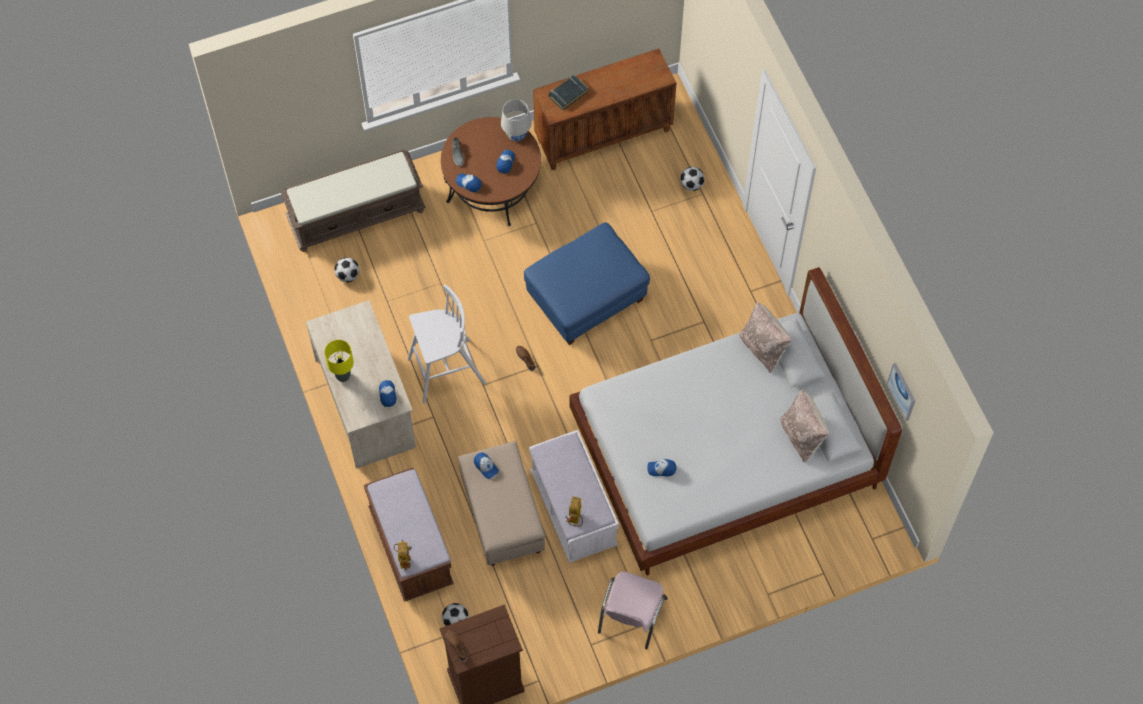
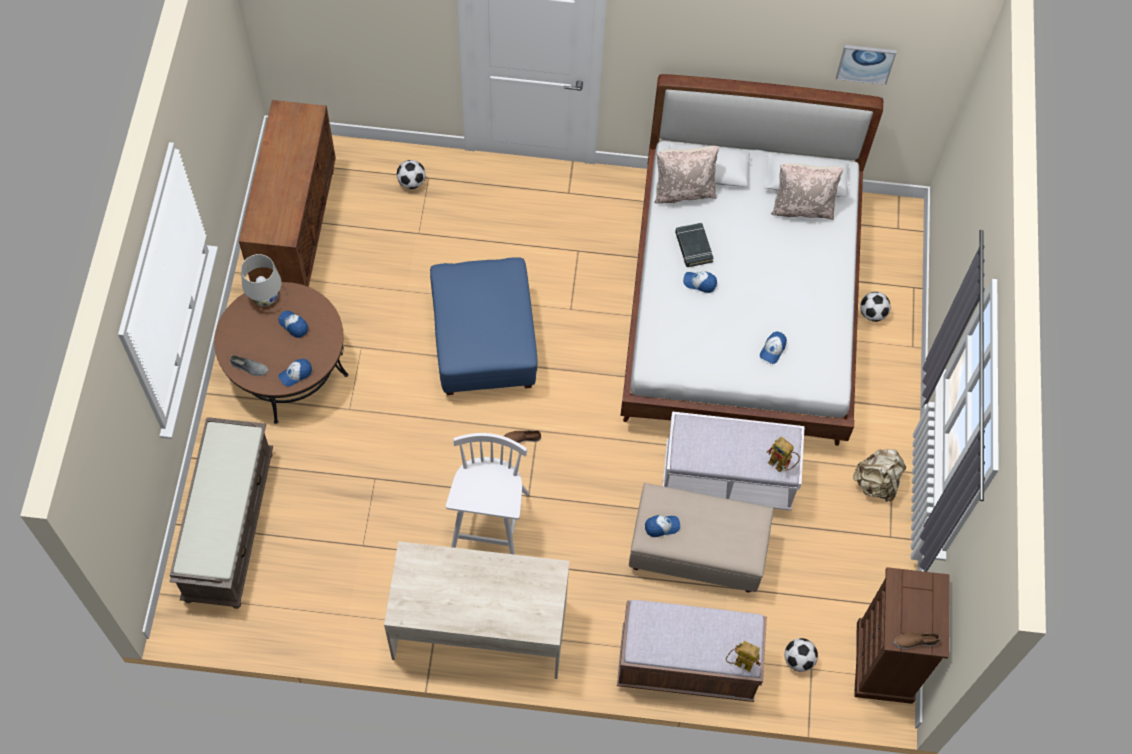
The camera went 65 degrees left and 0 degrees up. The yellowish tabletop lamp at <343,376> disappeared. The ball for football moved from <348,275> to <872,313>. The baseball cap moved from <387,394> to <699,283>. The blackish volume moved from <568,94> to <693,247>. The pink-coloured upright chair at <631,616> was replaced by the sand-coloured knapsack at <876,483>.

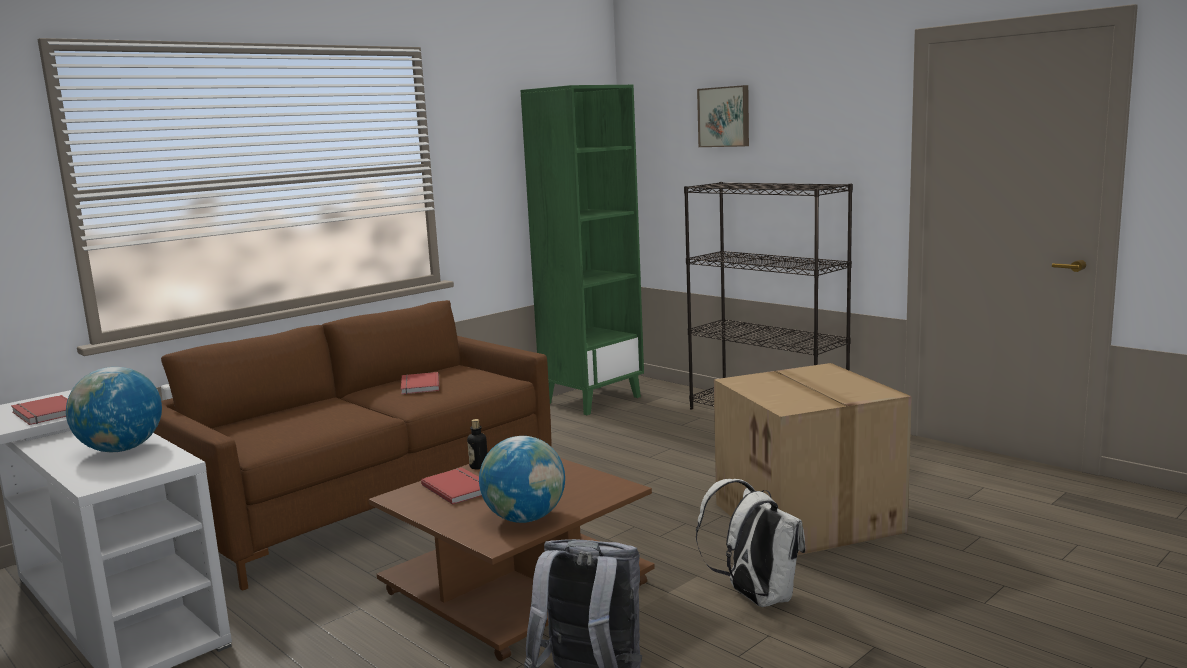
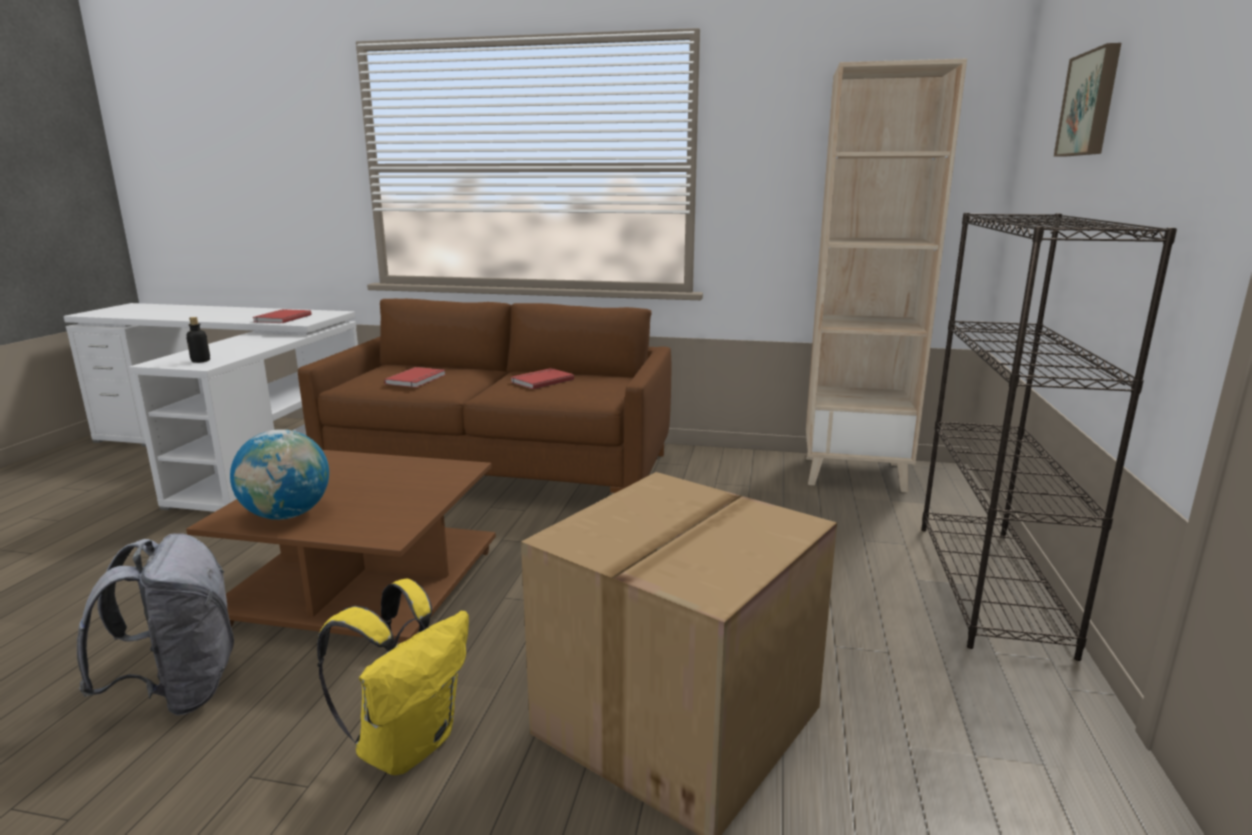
The camera went 55 degrees right and 5 degrees up. The globe at <121,449> disappeared. The reddish volume moved from <459,488> to <417,379>. The bottle moved from <479,466> to <201,361>. The green-coloured bookcase at <592,400> became the sand-coloured bookcase at <855,473>. The white knapsack at <755,597> became the yellowish knapsack at <407,744>.

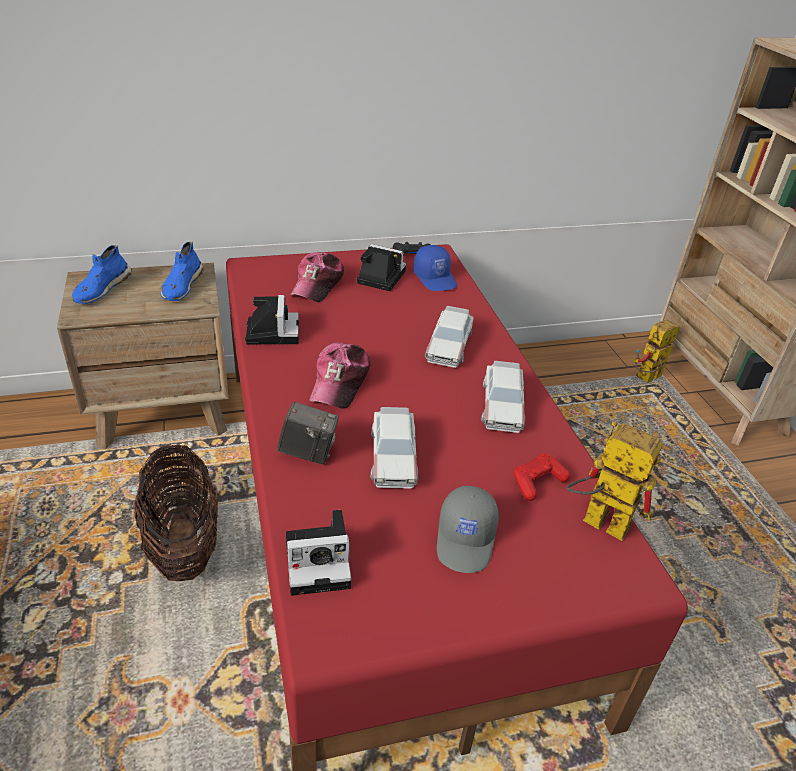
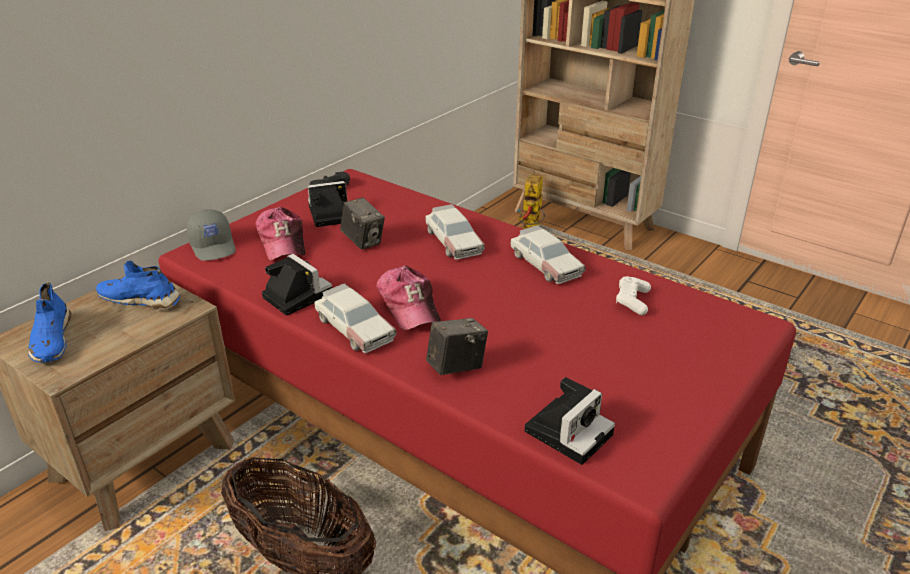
The camera went 35 degrees left and 5 degrees down. The blue-coloured baseball cap at <435,278> disappeared. The model robot at <595,520> disappeared. The still camera at <363,241> appeared. The toy car moved from <393,455> to <354,328>. The greyish baseball cap moved from <466,540> to <214,246>. The reddish joypad at <537,482> became the white joypad at <632,301>. The blue-coloured low shoe at <182,286> turned 135 degrees clockwise.

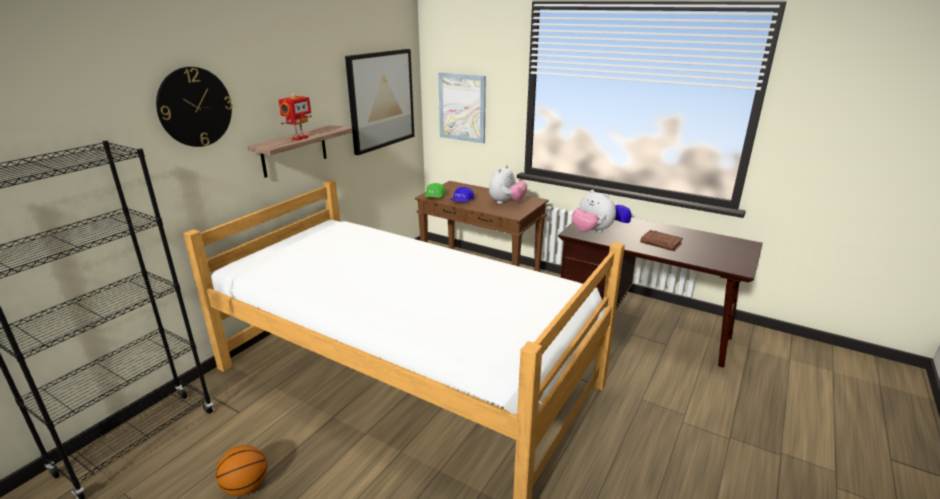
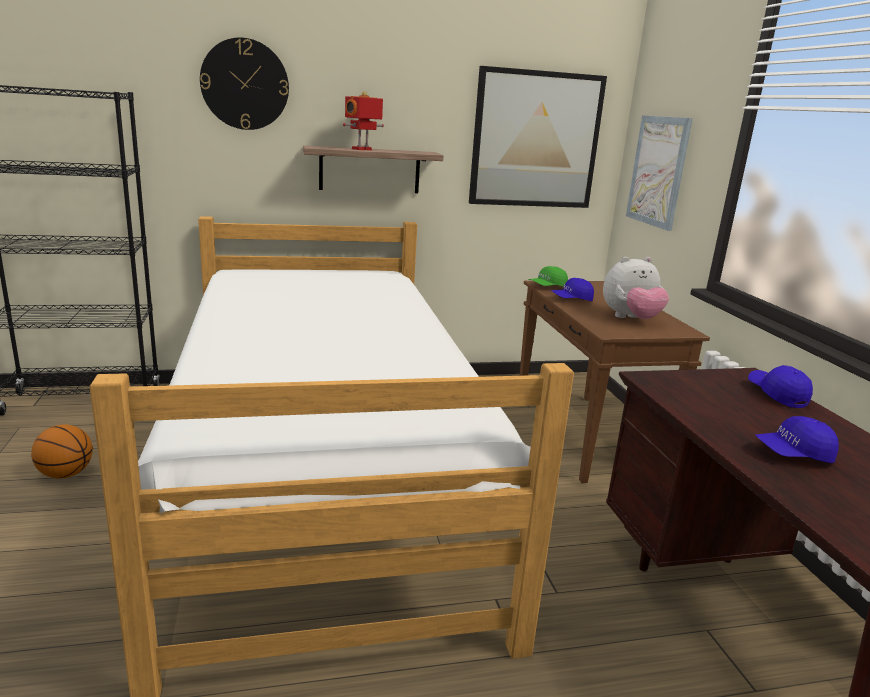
The camera went 45 degrees right and 5 degrees down. The cuddly toy at <591,232> disappeared. The brown volume at <661,243> was replaced by the blue-coloured baseball cap at <793,454>. The model robot at <299,138> turned 150 degrees clockwise.

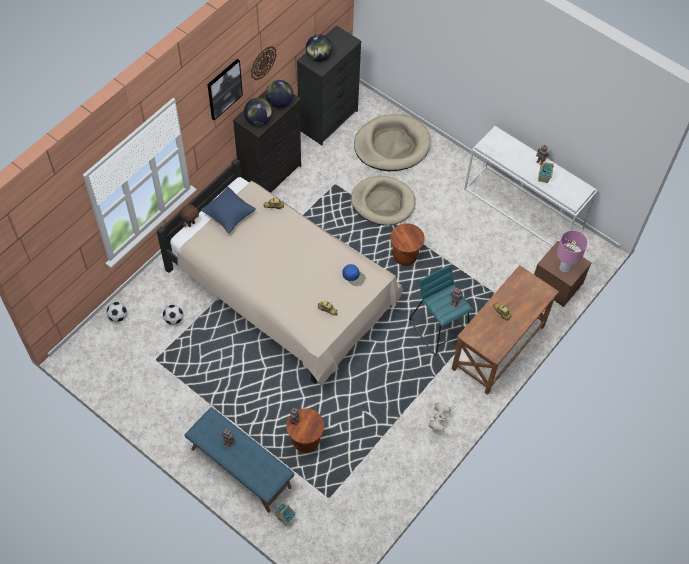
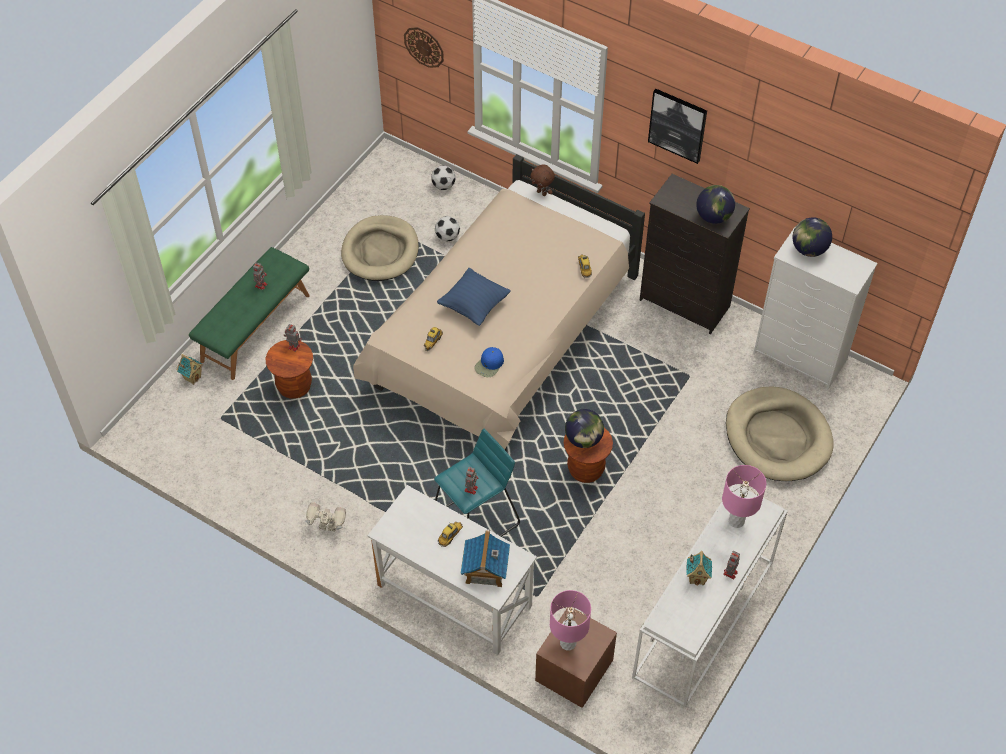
The camera went 85 degrees right and 5 degrees down. The model house at <485,570> appeared. The pink-coloured tabletop lamp at <736,521> appeared. The blue-coloured cushion moved from <229,215> to <474,306>. The globe moved from <258,120> to <583,439>. The clock on the wall moved from <263,62> to <424,47>. The sand-coloured pet bed moved from <383,202> to <380,251>. The blue-coloured bench at <240,468> became the green-coloured bench at <255,327>. The blackish chest of drawers at <328,120> became the white chest of drawers at <801,357>. The brown desk at <498,347> became the white desk at <454,596>.

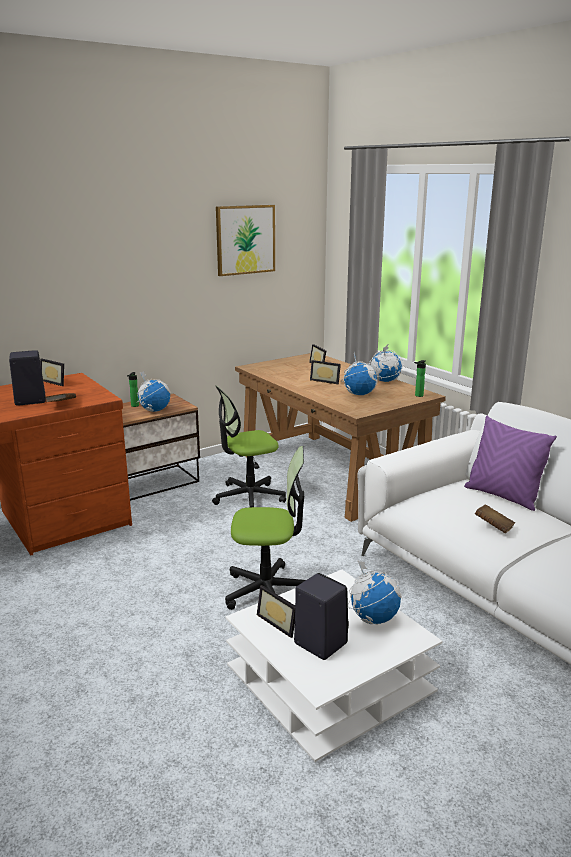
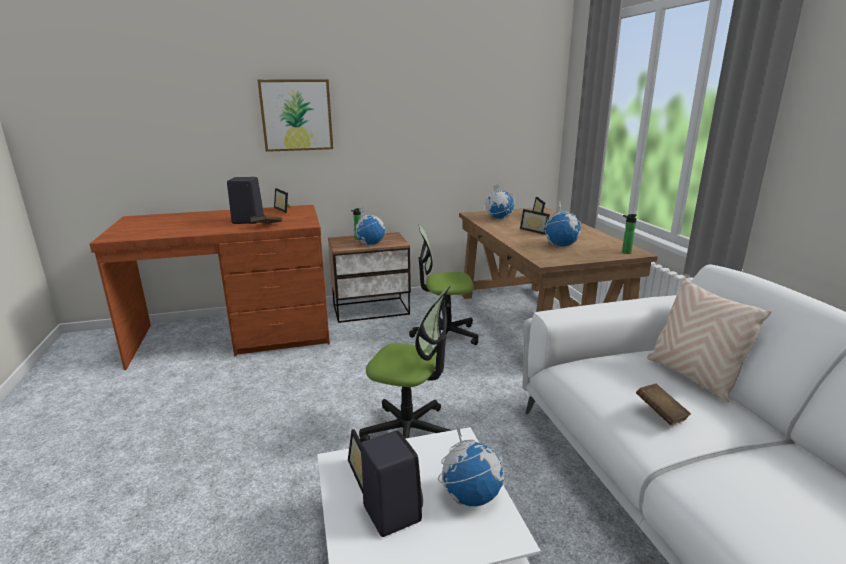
The camera went 20 degrees right and 0 degrees up. The wall picture moved from <245,240> to <296,115>. The globe moved from <384,381> to <498,218>. The purplish cushion at <503,496> became the sand-coloured cushion at <692,377>.

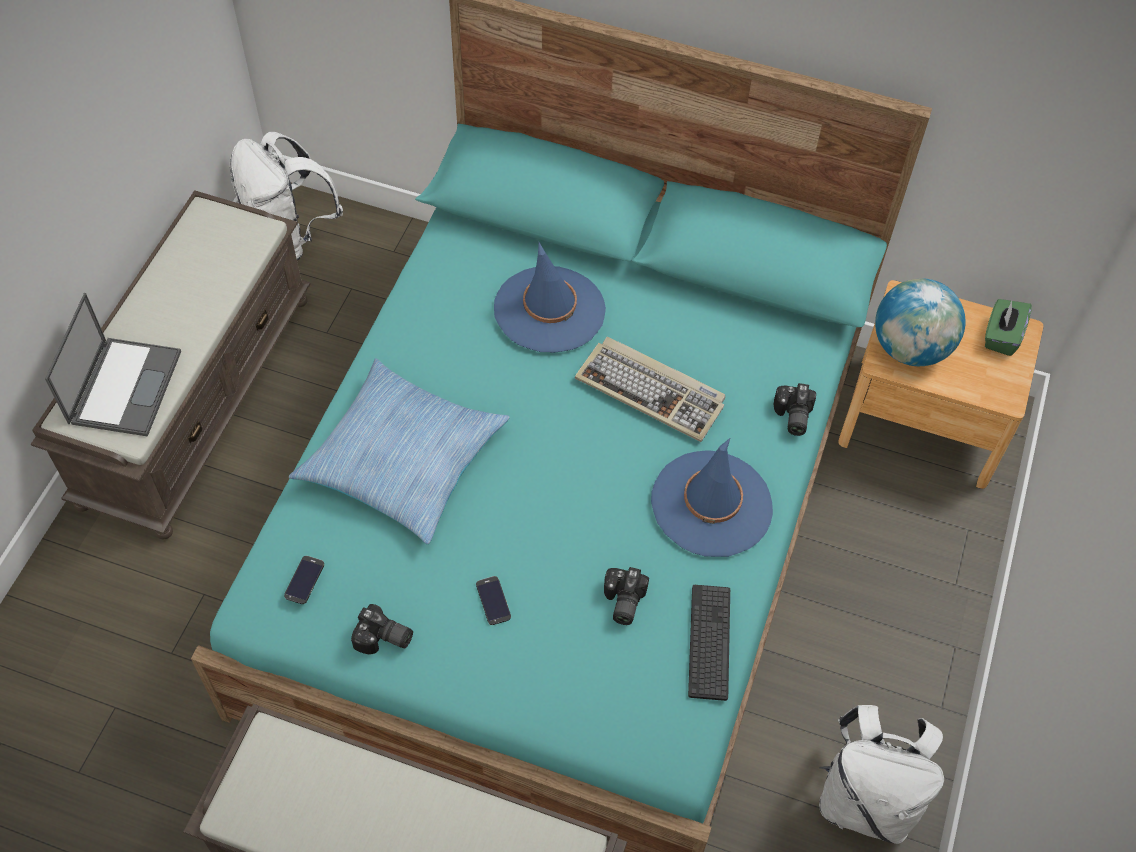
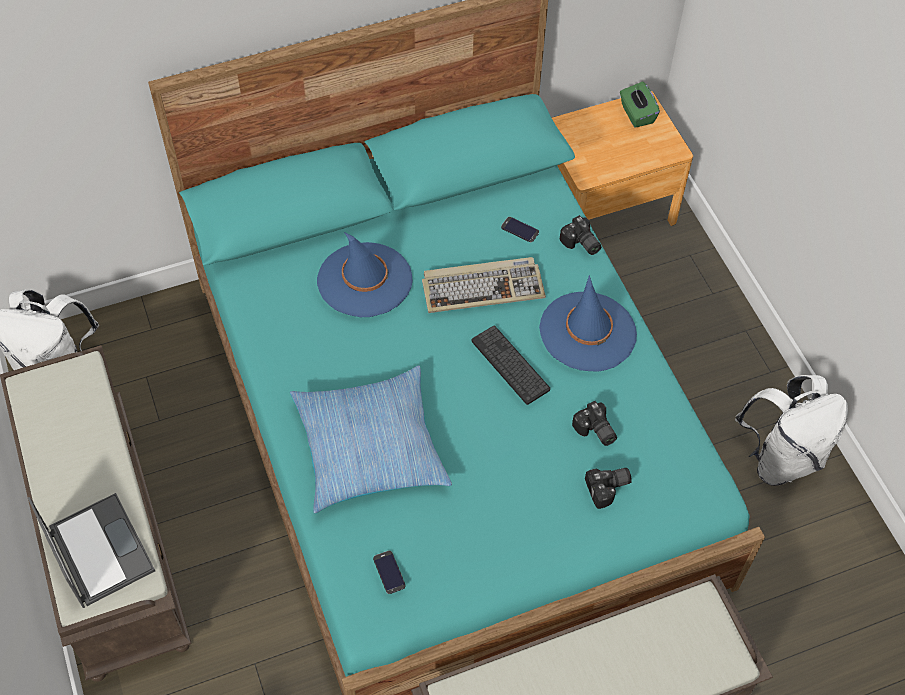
The camera went 40 degrees left and 0 degrees up. The globe at <910,348> disappeared. The still camera moved from <383,639> to <609,489>. The handset moved from <493,600> to <520,229>. The keyboard moved from <709,642> to <510,365>.

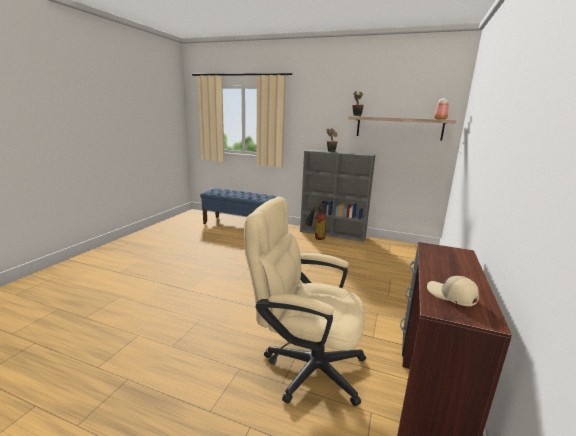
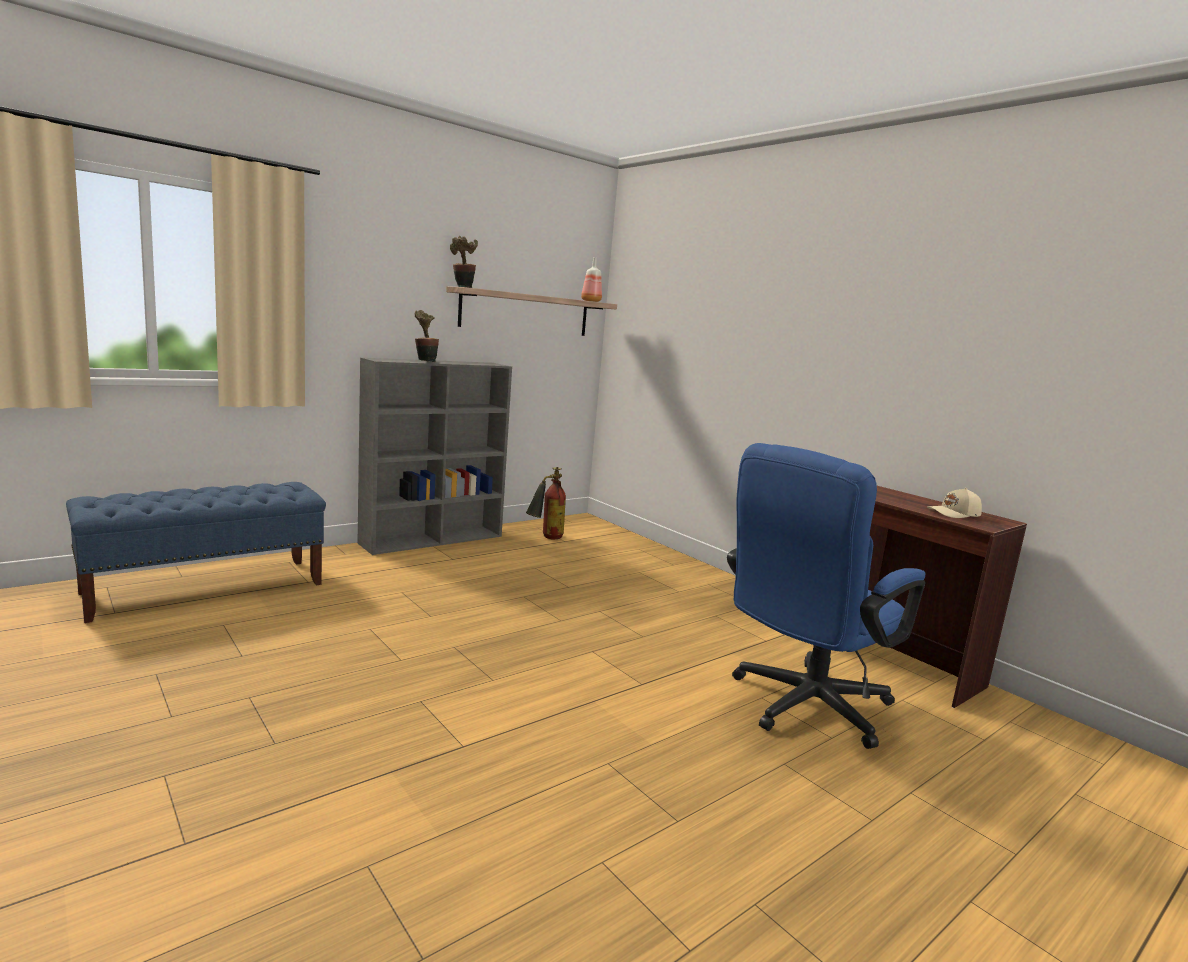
The camera went 60 degrees left and 5 degrees down. The fire extinguisher moved from <315,237> to <545,538>. The sand-coloured desk chair at <304,365> became the blue-coloured desk chair at <801,708>.

